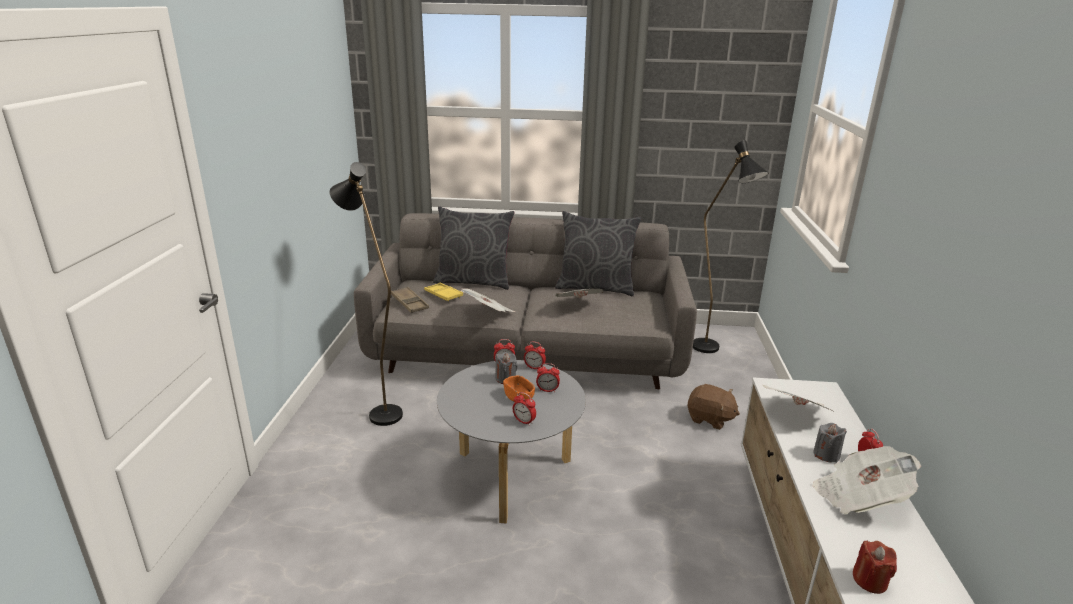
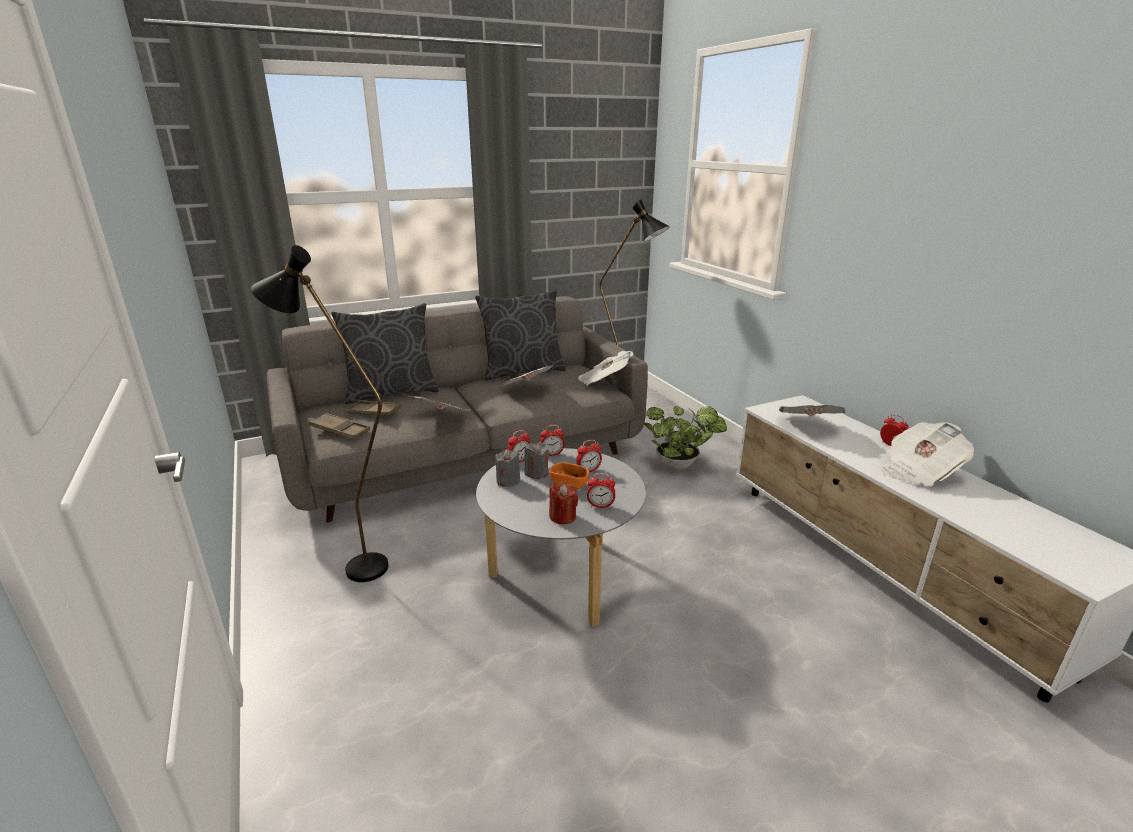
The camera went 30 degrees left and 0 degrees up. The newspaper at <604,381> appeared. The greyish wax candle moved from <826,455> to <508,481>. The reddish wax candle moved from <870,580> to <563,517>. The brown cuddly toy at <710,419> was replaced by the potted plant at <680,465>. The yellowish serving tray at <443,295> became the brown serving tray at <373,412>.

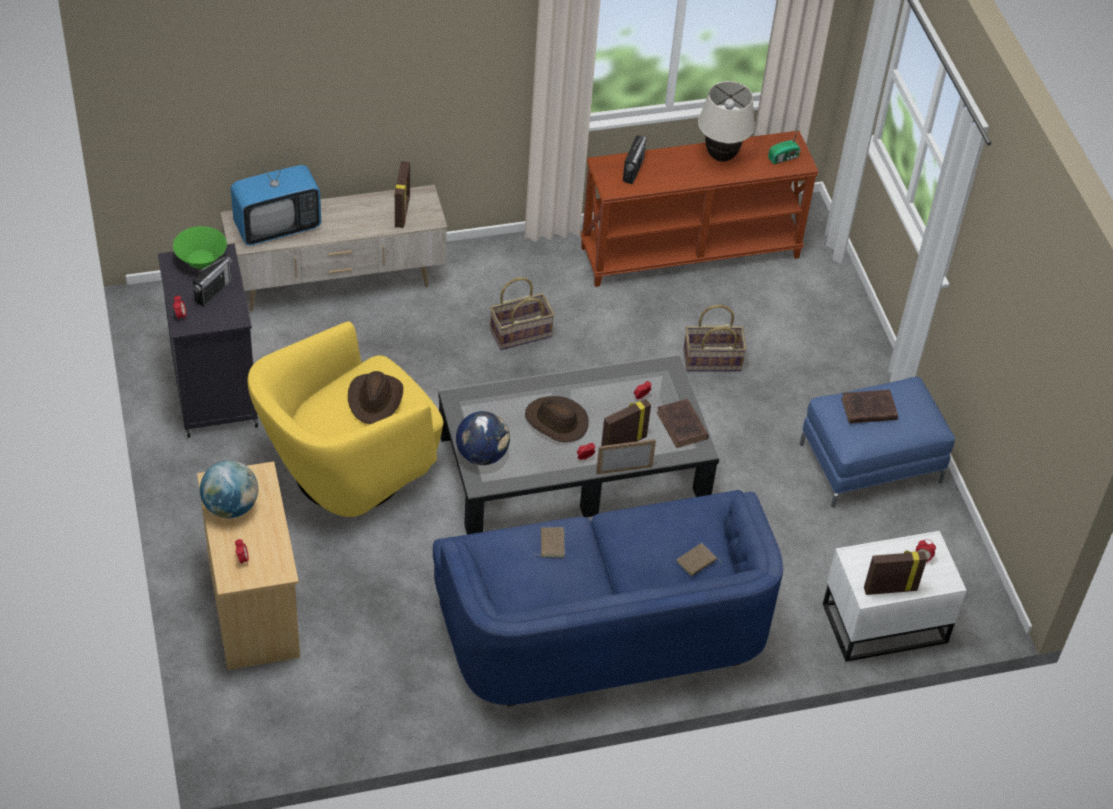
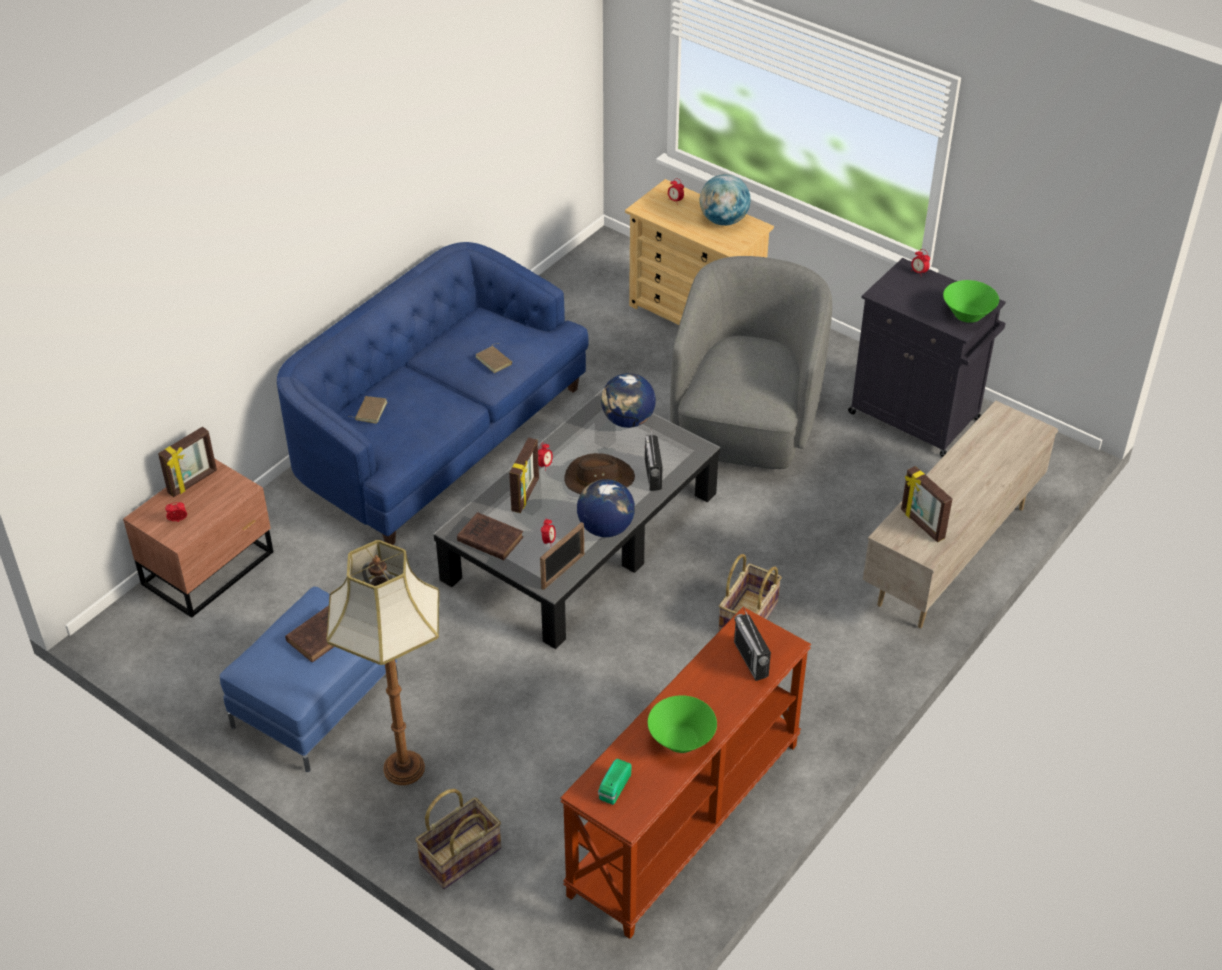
The camera went 145 degrees right and 5 degrees down. The TV at <277,227> disappeared. The brown hat at <375,399> disappeared. The floor lamp at <403,769> appeared. The globe at <605,528> appeared. The radio receiver moved from <213,291> to <653,474>. The photo frame moved from <624,469> to <563,571>. The household basket moved from <712,361> to <460,855>. The sand-coloured tabletop lamp at <721,156> was replaced by the green-coloured serving bowl at <681,740>. The yellowish easy chair at <346,470> became the greyish easy chair at <746,425>. The white nightstand at <882,621> became the brown nightstand at <211,568>.

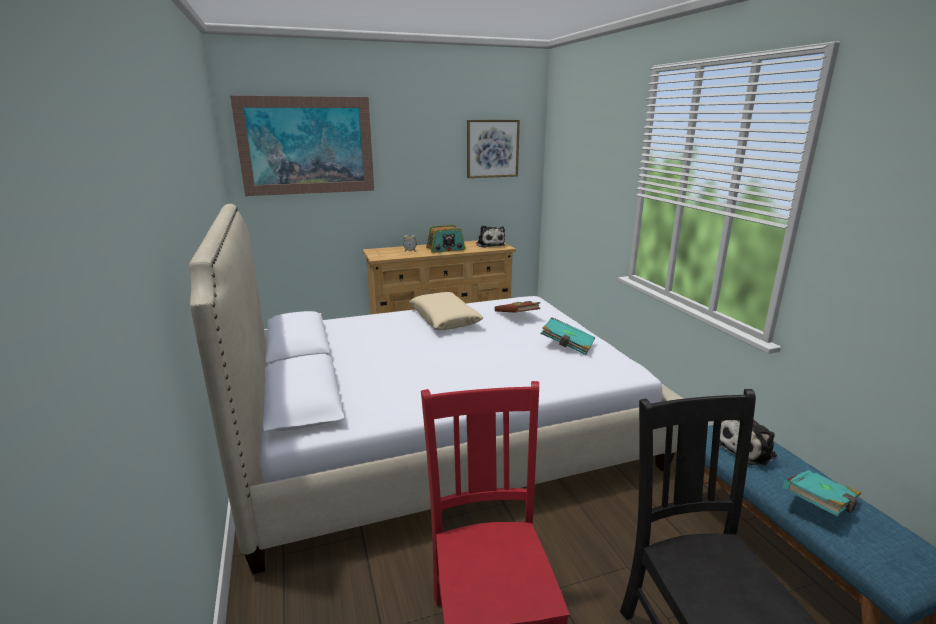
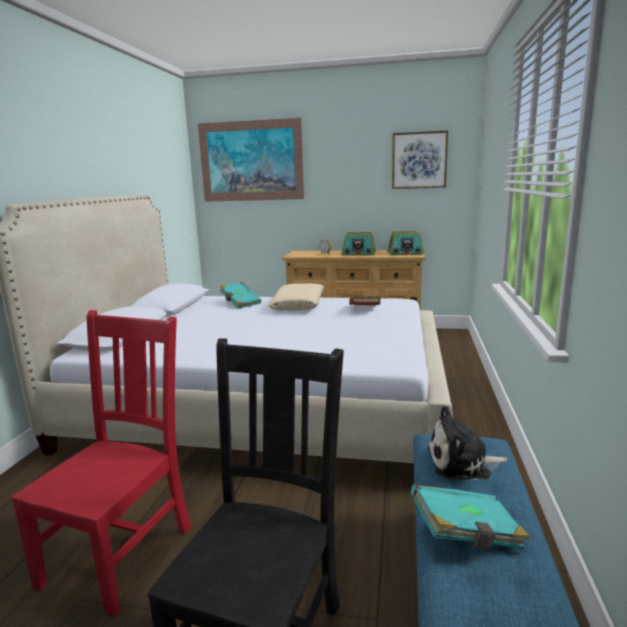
The camera went 30 degrees right and 5 degrees down. The blue-green volume moved from <567,345> to <240,303>. The cuddly toy at <489,244> was replaced by the radio receiver at <405,253>.

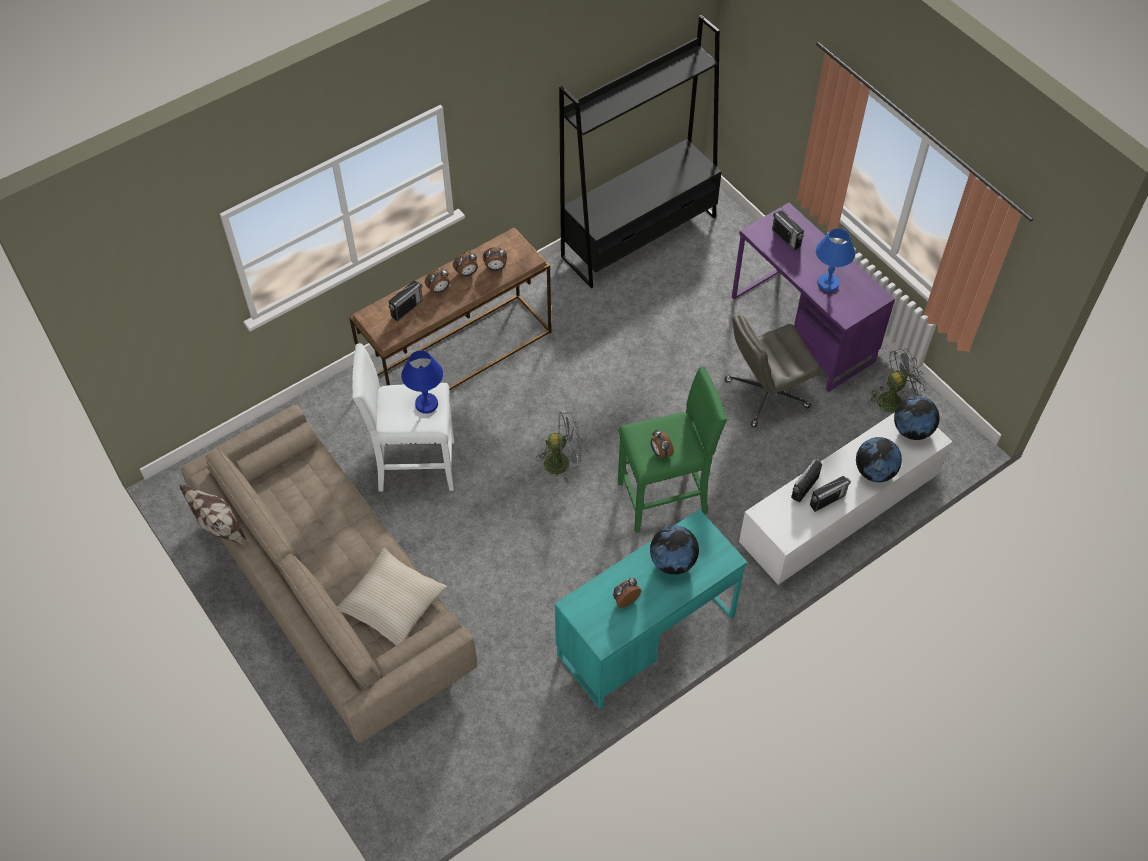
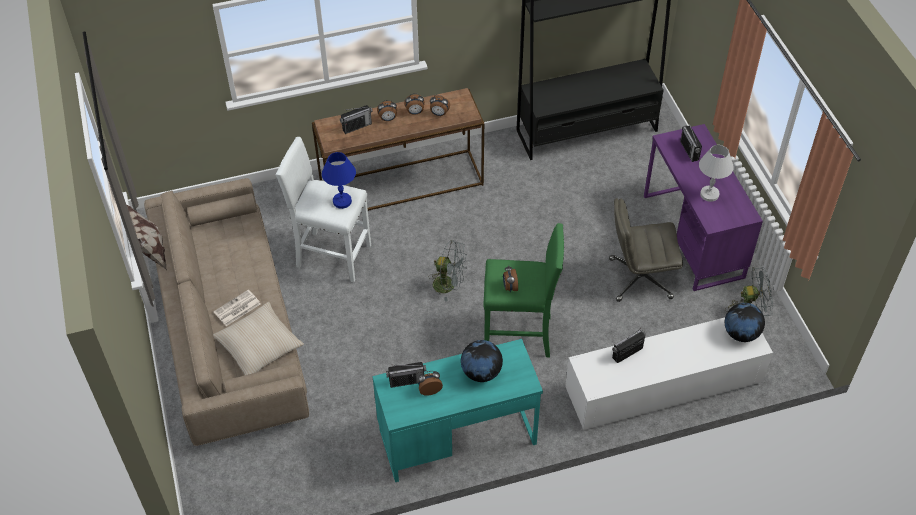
The camera went 20 degrees right and 5 degrees down. The globe at <874,471> disappeared. The newspaper at <237,309> appeared. The radio receiver moved from <827,500> to <406,381>. The blue-coloured tabletop lamp at <828,283> became the white tabletop lamp at <709,194>.

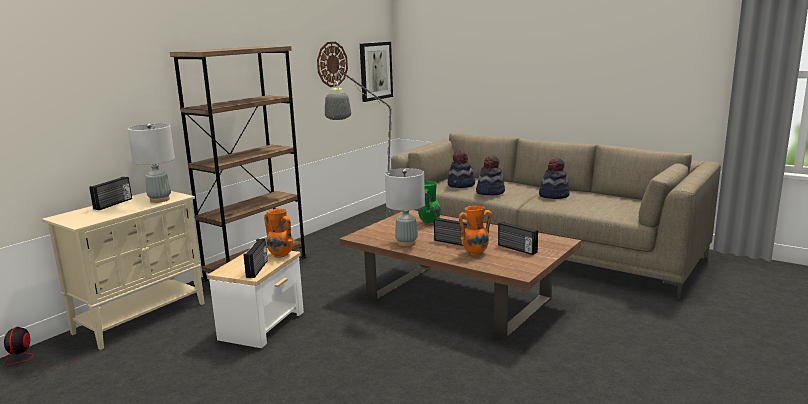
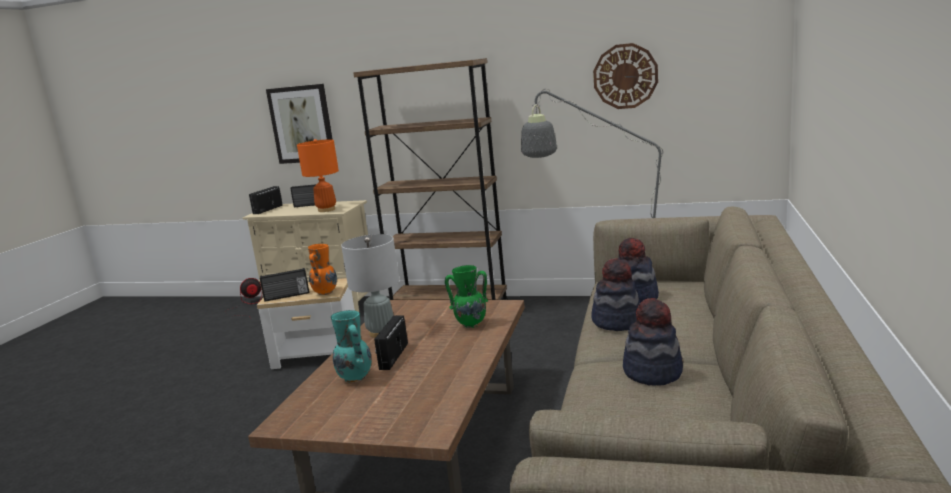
The camera went 70 degrees right and 0 degrees up. The wall picture moved from <375,71> to <302,124>. The radio receiver moved from <516,249> to <267,209>. The greyish tabletop lamp at <160,200> became the orange tabletop lamp at <326,210>. The orange decorative vase at <475,253> became the blue-green decorative vase at <355,378>.

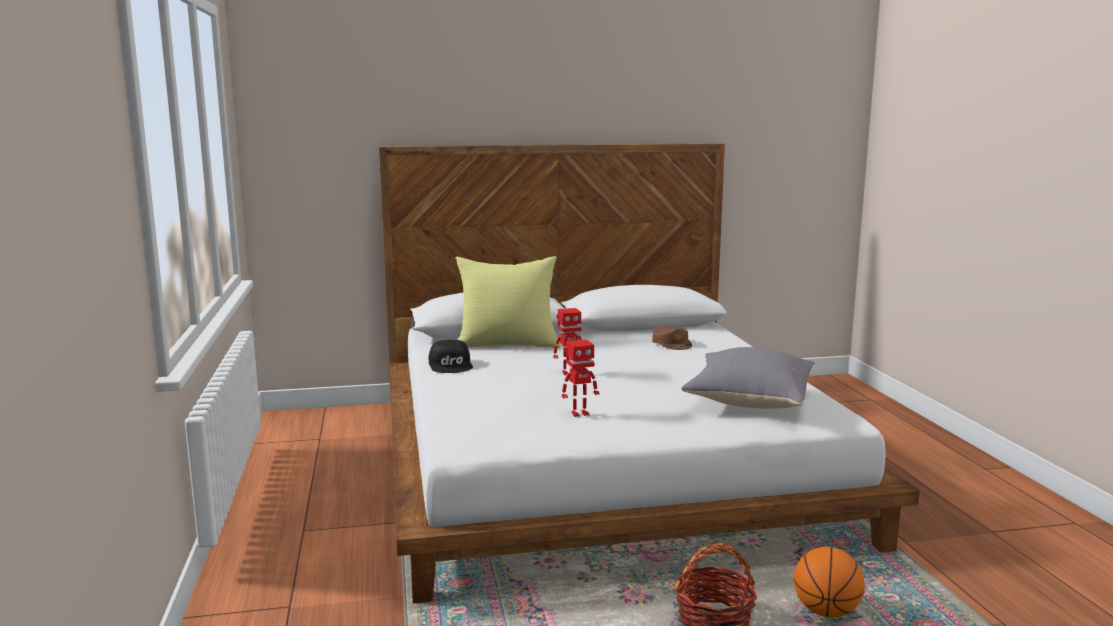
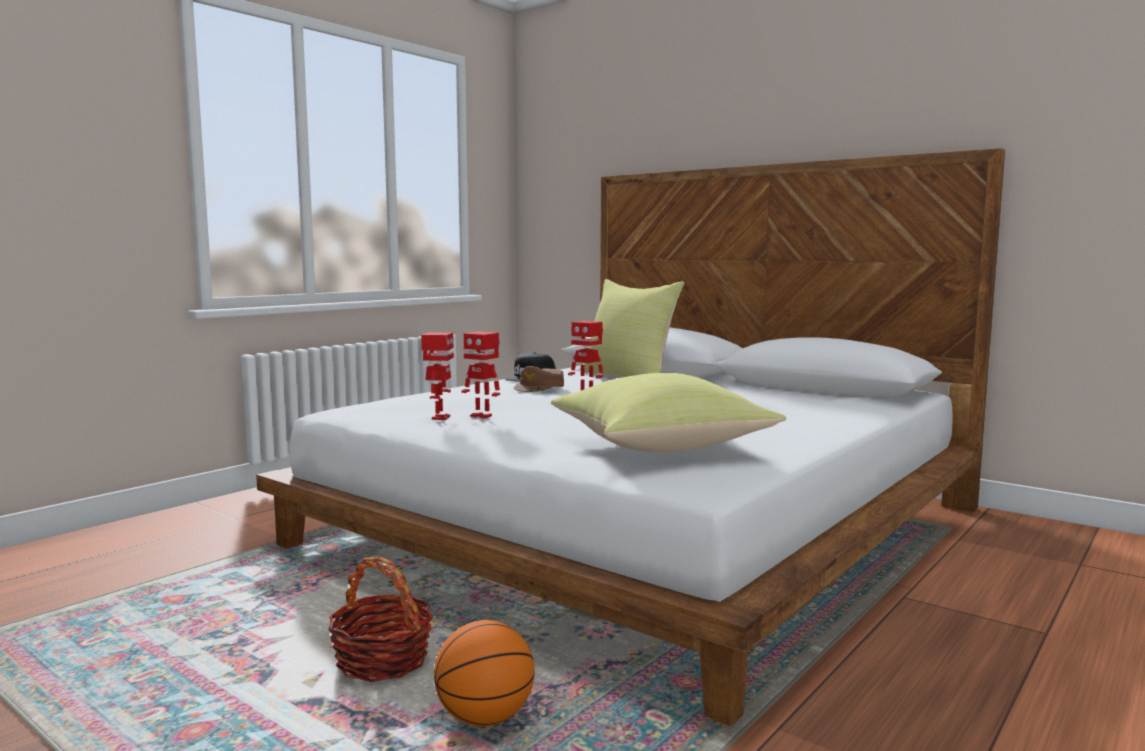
The camera went 50 degrees right and 5 degrees down. The model robot at <439,418> appeared. The brown baseball cap moved from <672,343> to <539,387>. The greyish cushion at <749,401> became the yellowish cushion at <661,447>.

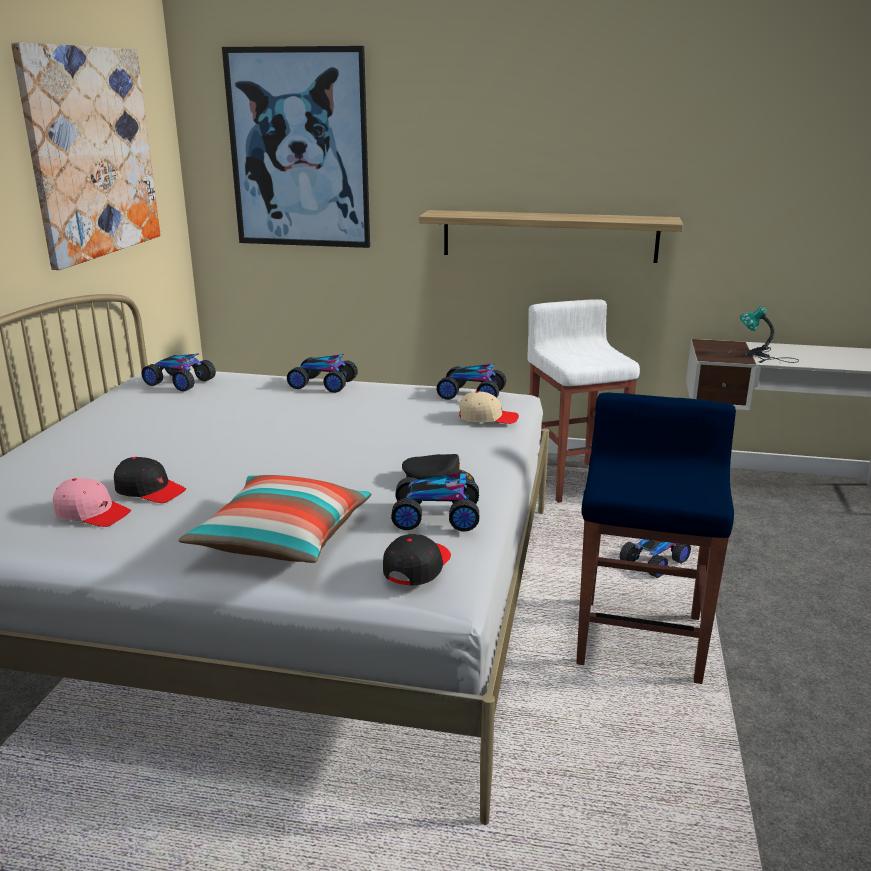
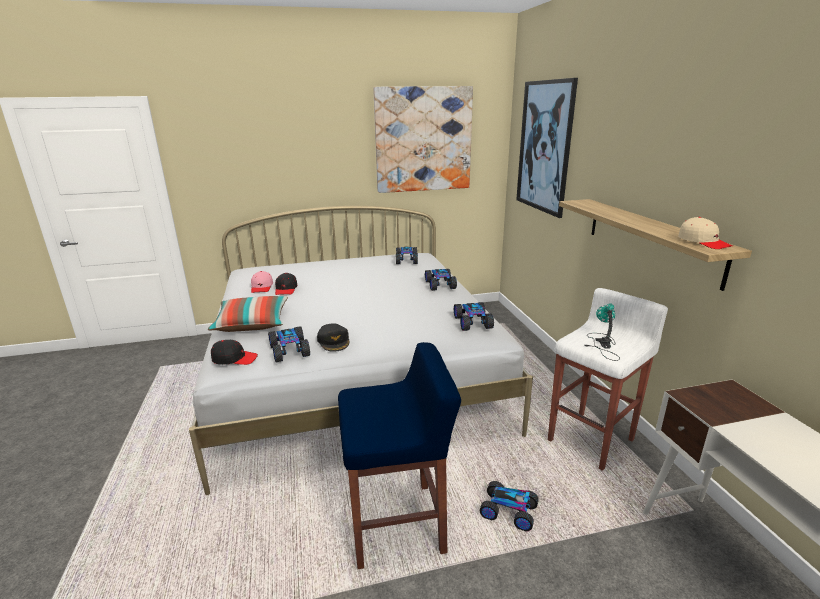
The camera went 65 degrees right and 0 degrees up. The sand-coloured baseball cap moved from <487,417> to <703,242>. The tabletop lamp moved from <760,356> to <602,345>.

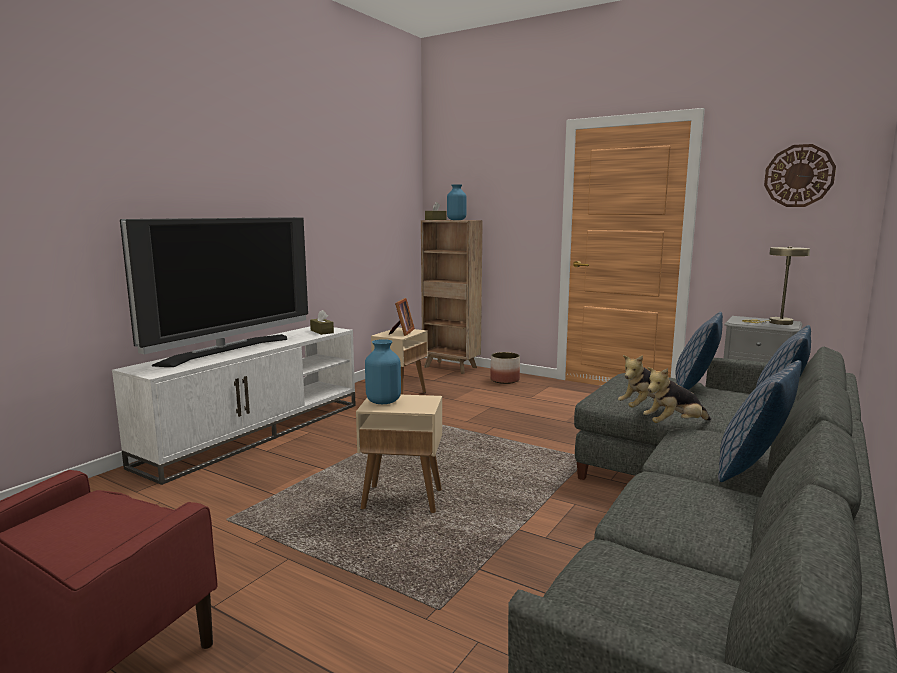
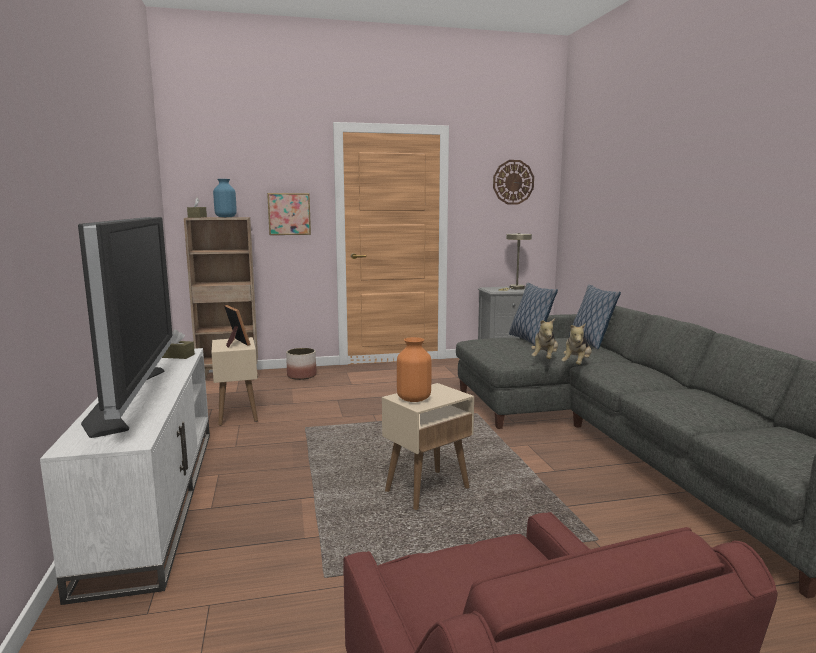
The camera went 45 degrees left and 0 degrees up. The cushion at <752,468> disappeared. The wall picture at <289,214> appeared. The blue-coloured decorative vase at <383,401> became the orange decorative vase at <413,399>.

